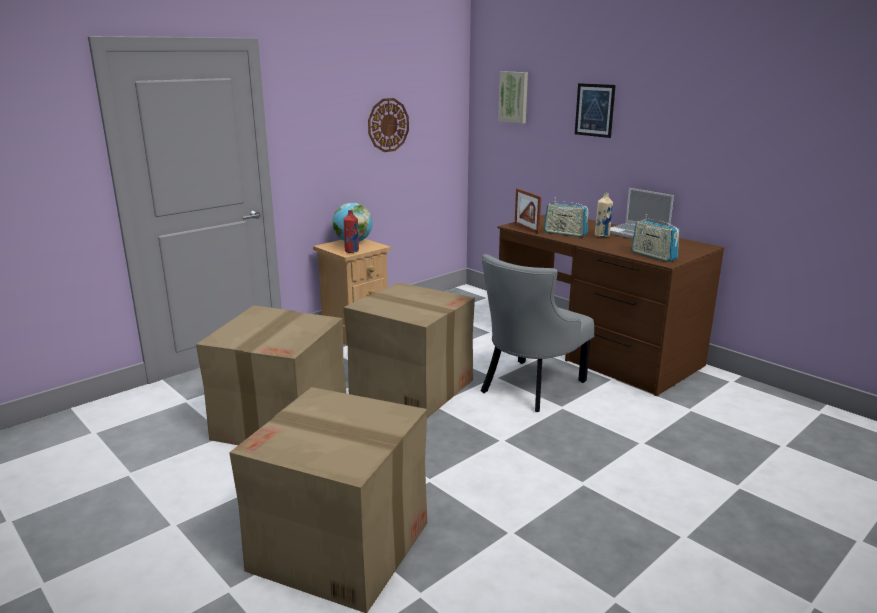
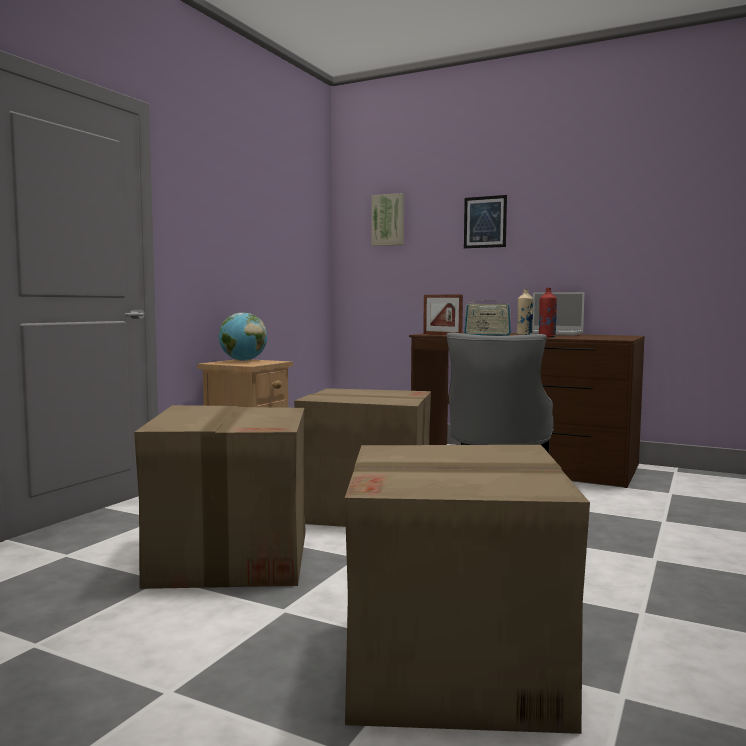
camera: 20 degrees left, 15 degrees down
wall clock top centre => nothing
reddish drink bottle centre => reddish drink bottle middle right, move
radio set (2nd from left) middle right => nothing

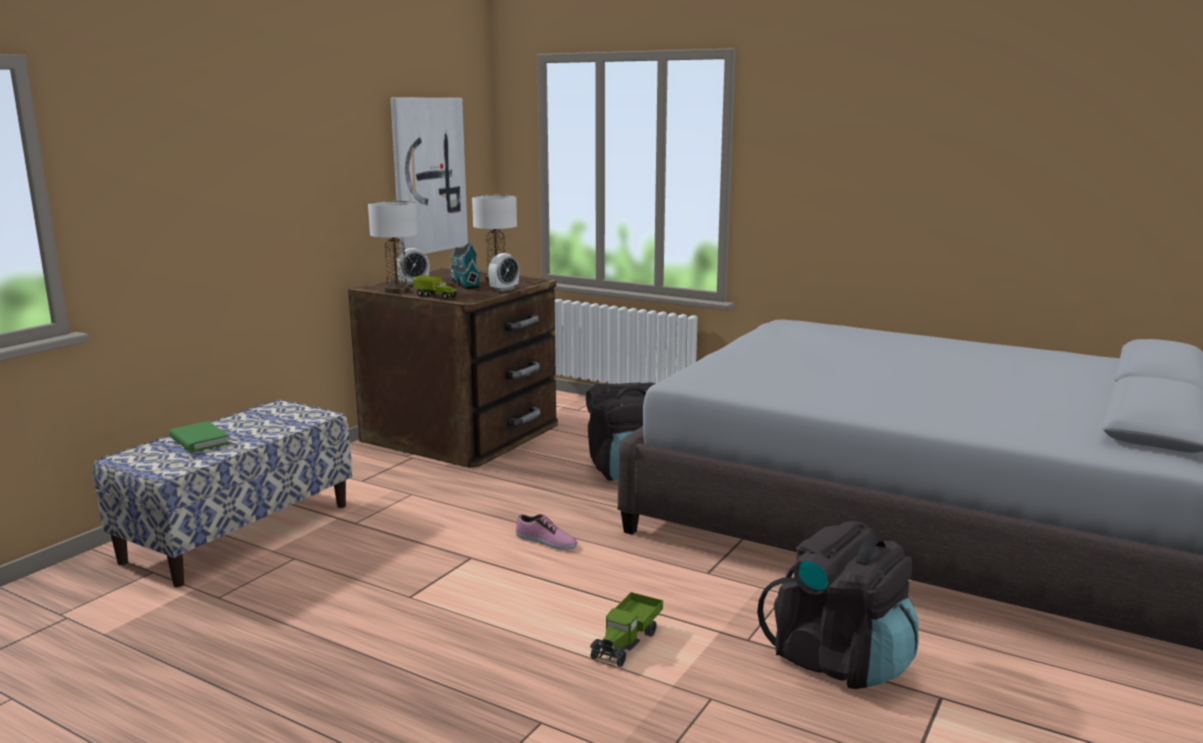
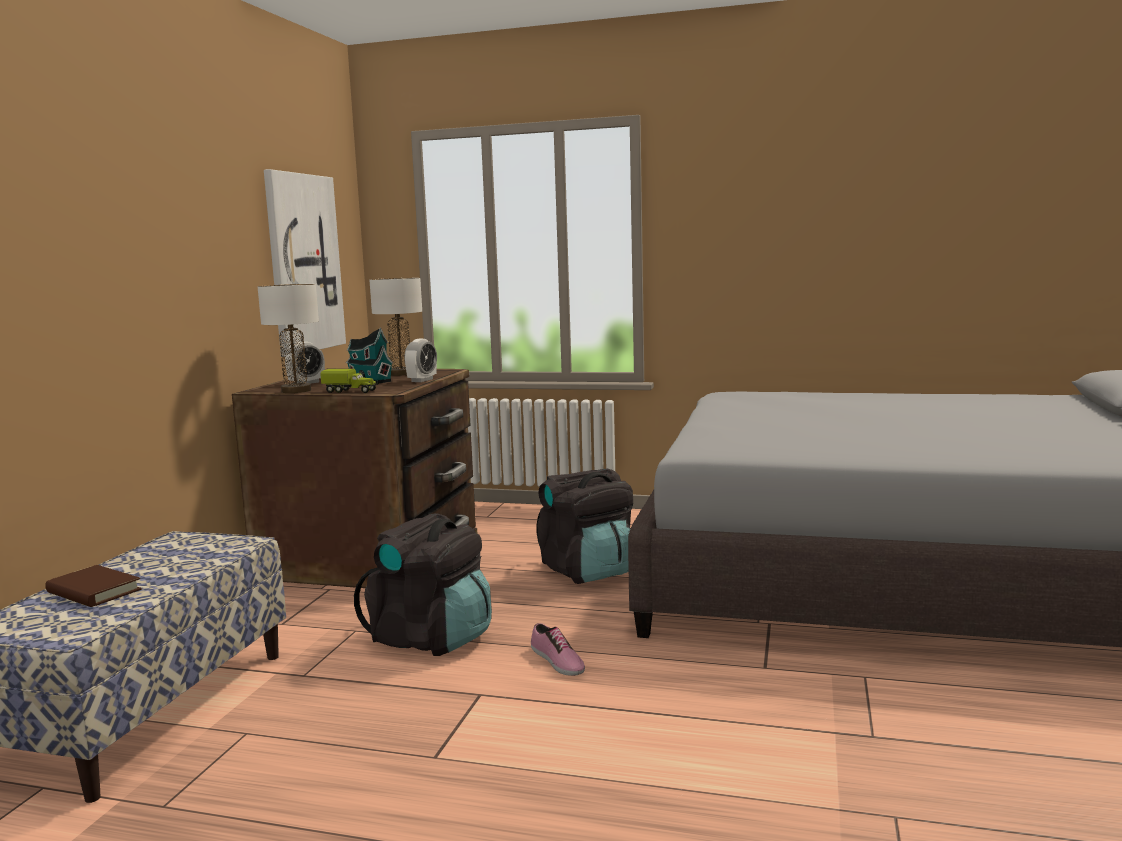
camera: 15 degrees left, 5 degrees down
green book middle left => brown-coloured book bottom left
item of footwear bottom centre, 45 degrees clockwise
blackish knapsack (2nd from left in the first image) bottom right => blackish knapsack (1st from left) bottom centre, move
model truck (2nd from left) bottom centre => nothing

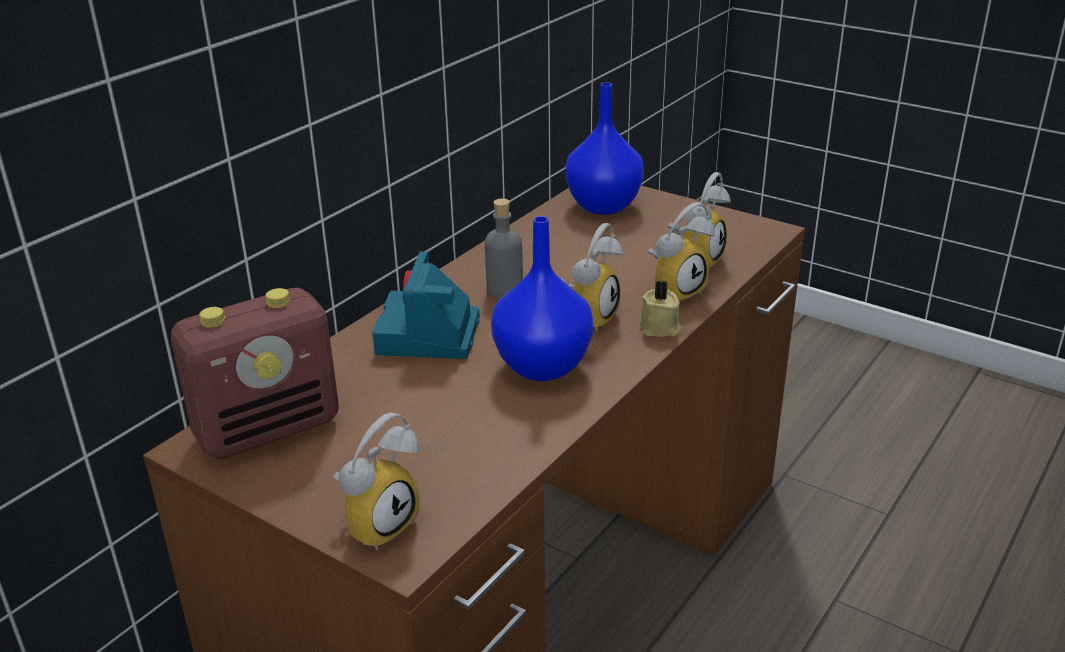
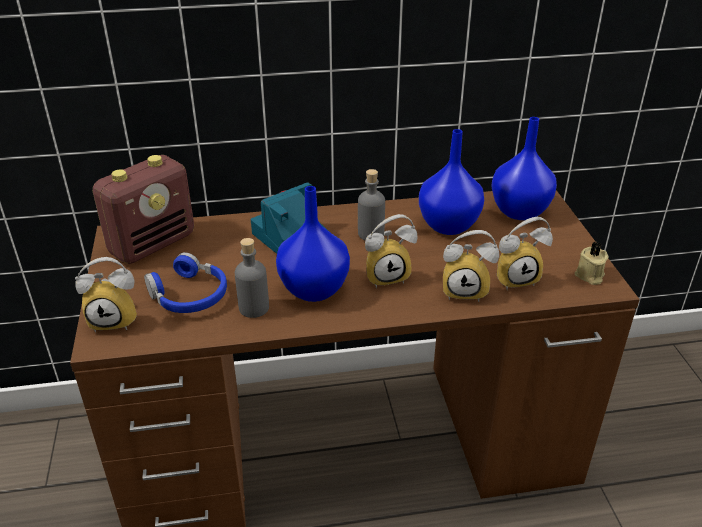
camera: 45 degrees right, 5 degrees up
sand-coloured wax candle centre => sand-coloured wax candle middle right, move
radio set middle left, 60 degrees counterclockwise
nothing => blue decorative vase (2nd from left) centre
nothing => greyish drink bottle (1st from left) centre
nothing => blue pair of headphones middle left

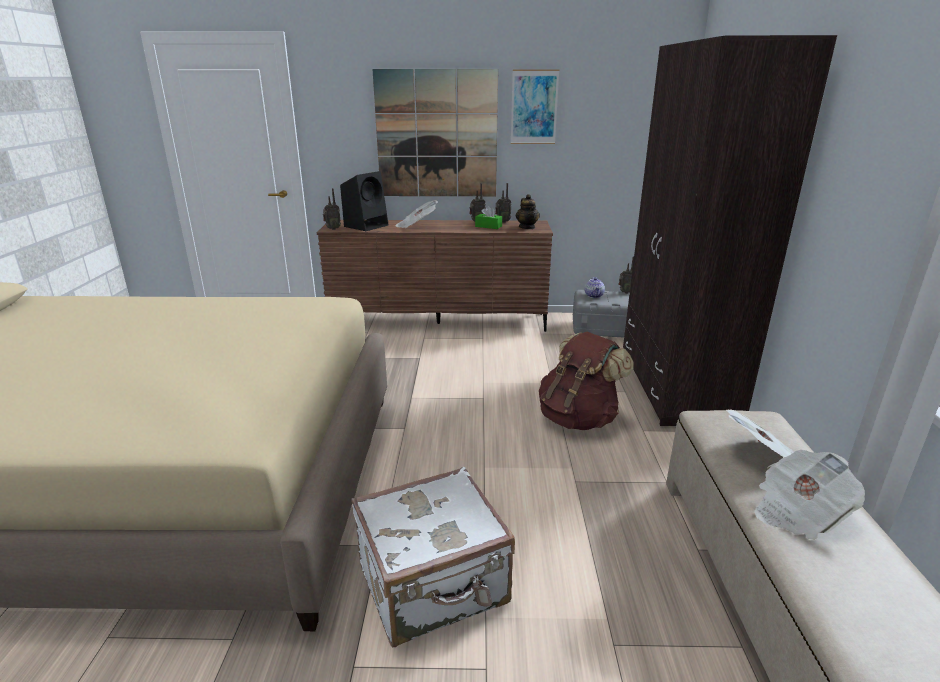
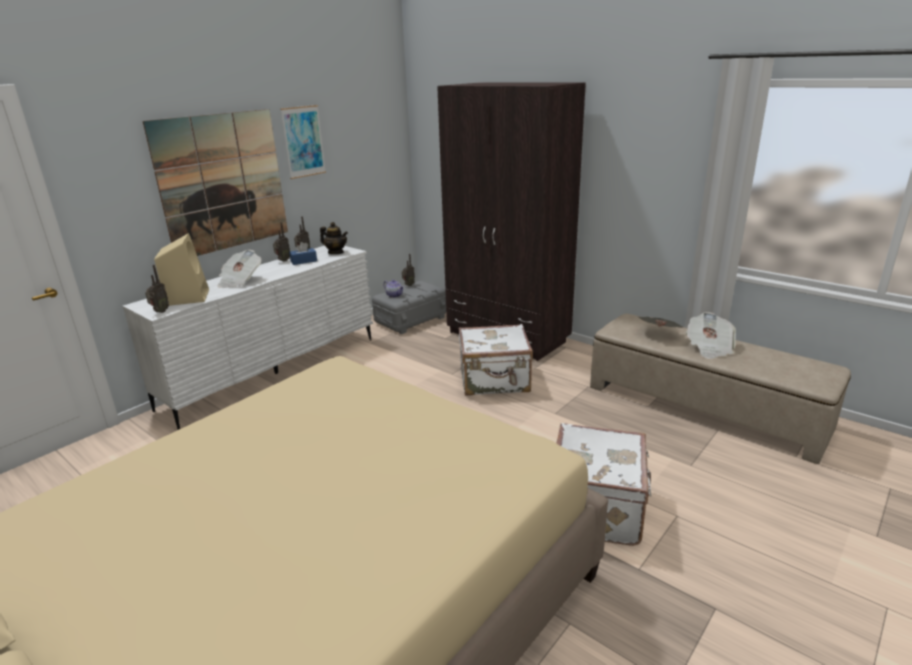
camera: 50 degrees left, 0 degrees up
blackish audio speaker top centre => sand-coloured audio speaker middle left
green tissue holder top centre => blue tissue holder middle left
brown-coloured chest of drawers centre => whitish chest of drawers middle left
brown-coloured knapsack centre => whitish suitcase (1st from left) centre

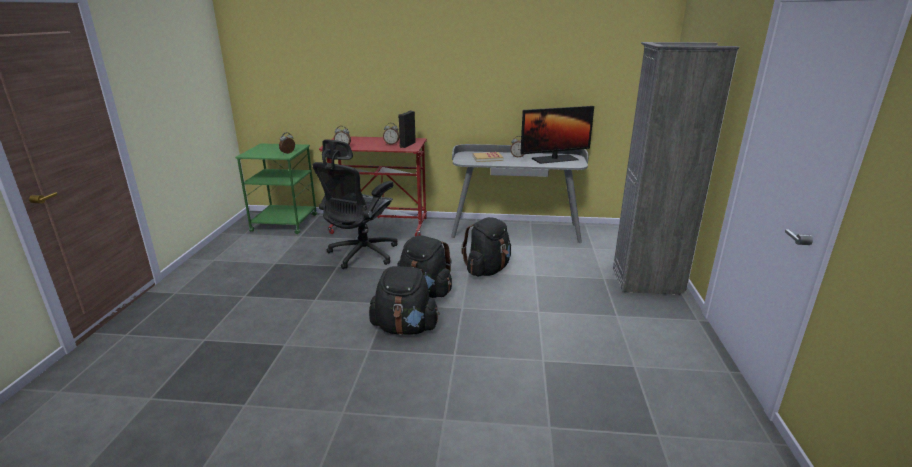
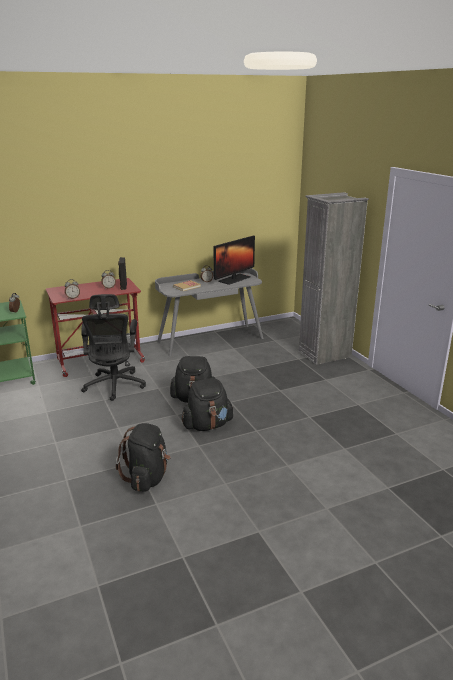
camera: 30 degrees left, 0 degrees up
blackish knapsack (3rd from left in the first image) centre => blackish knapsack (1st from left) bottom left, move

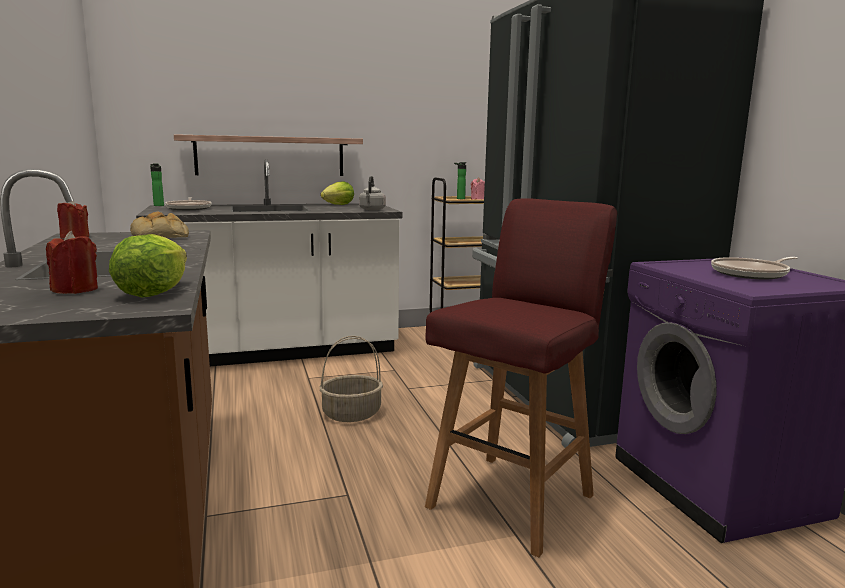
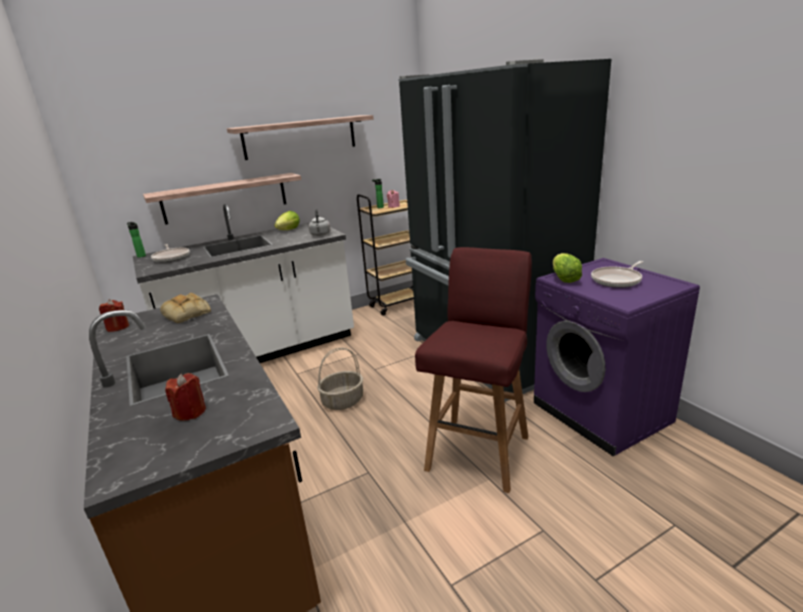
camera: 10 degrees left, 10 degrees up
lettuce head (1st from left in the first image) middle left => lettuce head (2nd from left) middle right, move
nothing => bracket shelf (2nd from left) top centre

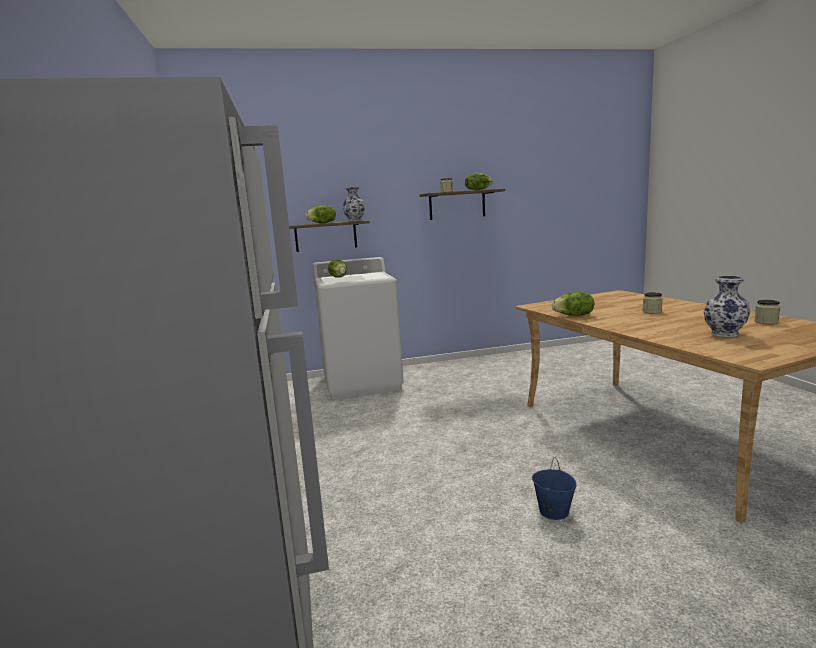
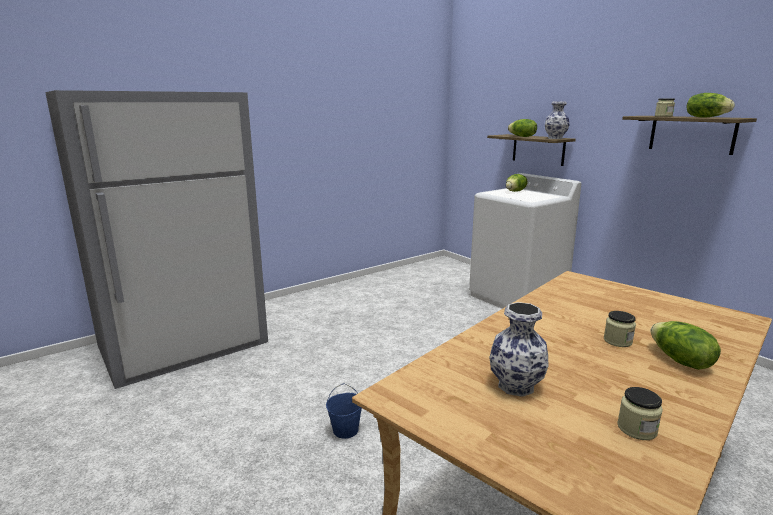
camera: 65 degrees right, 5 degrees up
lettuce head (4th from left in the first image) middle right => lettuce head (3rd from left) bottom right, move

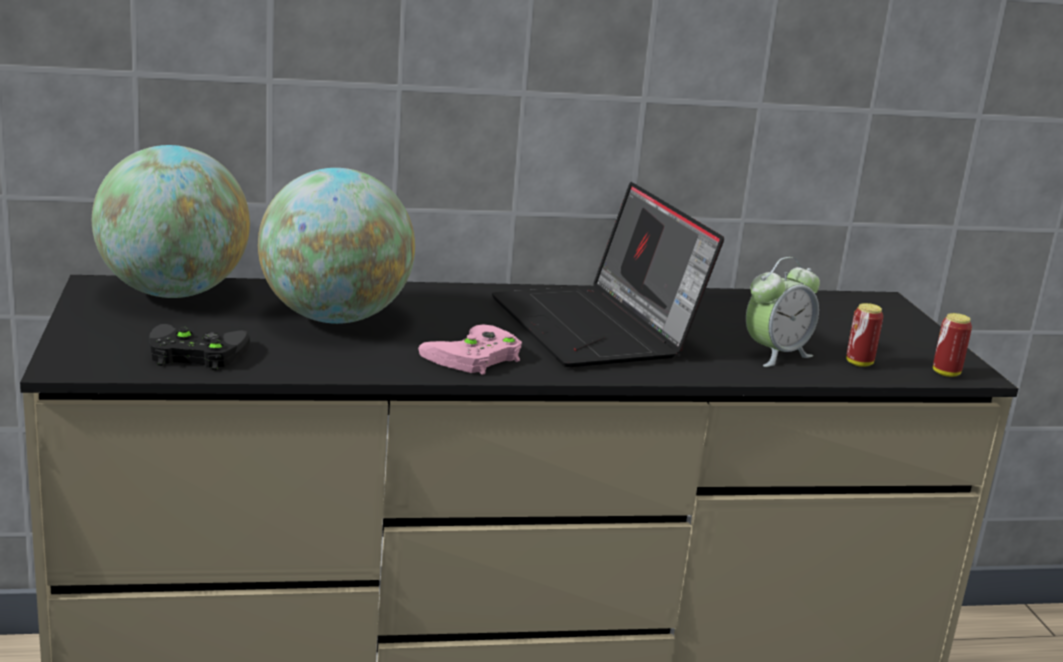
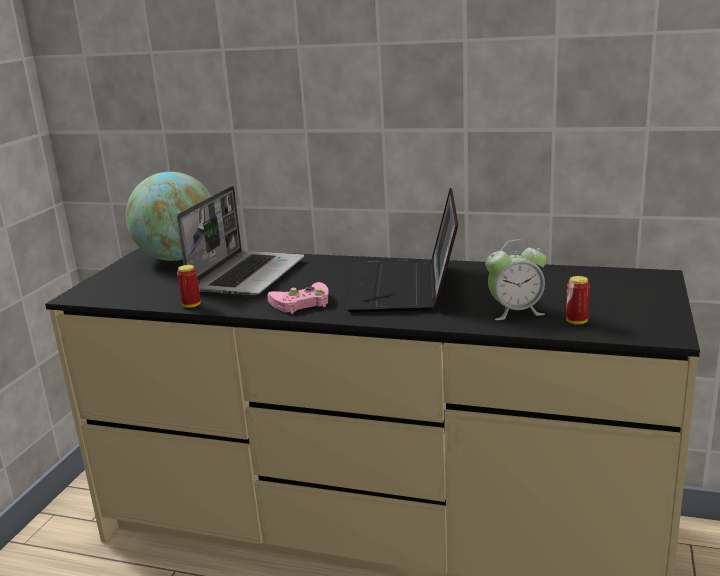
camera: 30 degrees right, 0 degrees up
globe (2nd from left) middle left => notebook computer (1st from left) centre
sealed can (2nd from left in the first image) middle right => sealed can (1st from left) middle left, move
blackish gamepad middle left => nothing

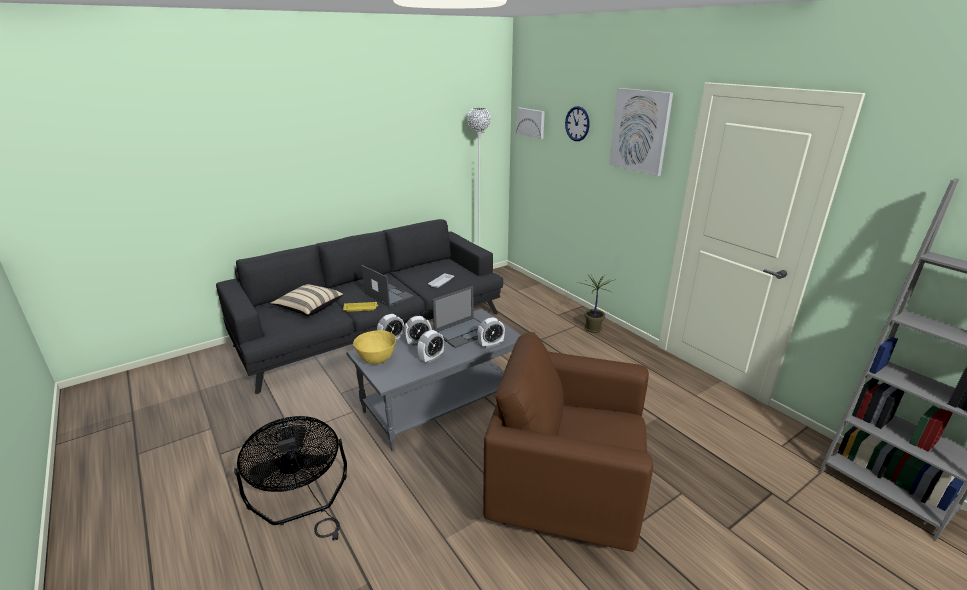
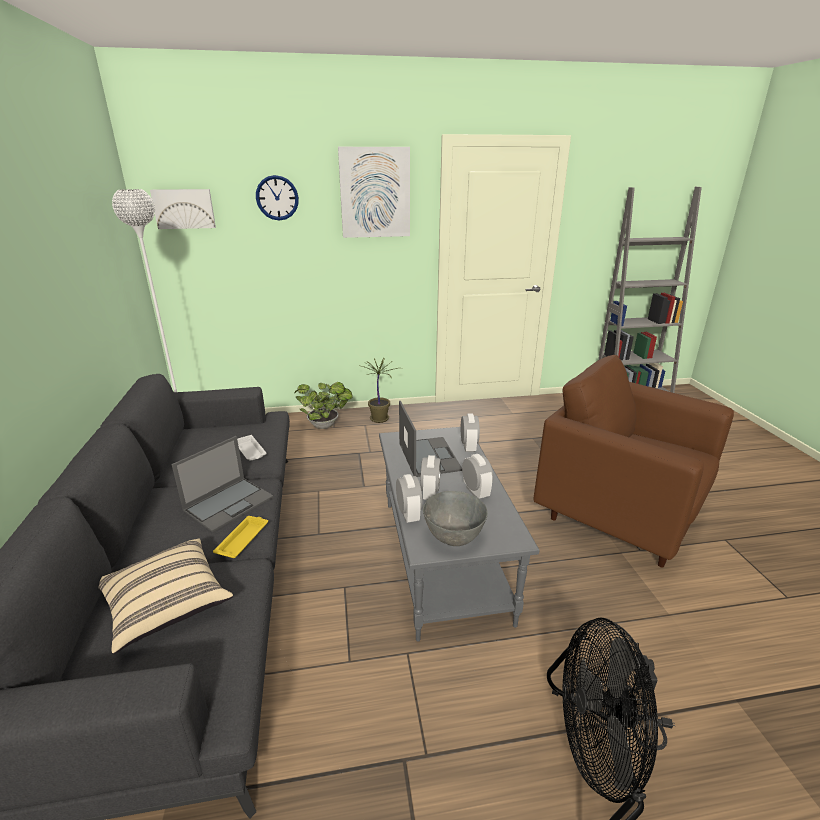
camera: 65 degrees left, 0 degrees up
notebook computer (1st from left) centre => notebook computer (1st from left) middle left, 150 degrees clockwise
yellowish serving bowl centre => greyish serving bowl centre
brown-coloured armchair bottom centre => brown-coloured armchair middle right, 90 degrees clockwise
nothing => houseplant (1st from left) centre

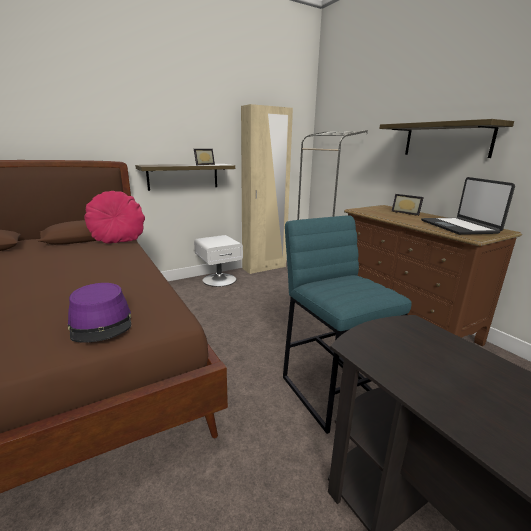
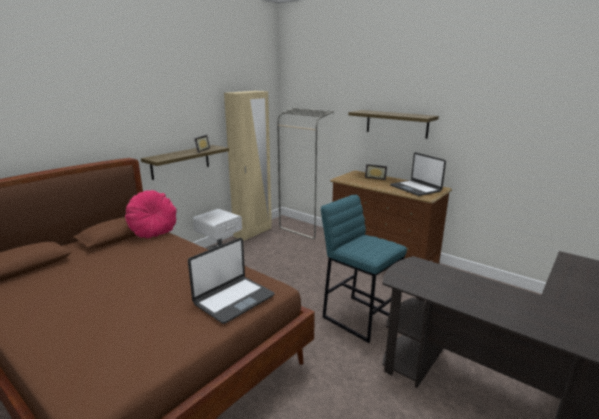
camera: 20 degrees left, 0 degrees up
purple-coloured wearable hat middle left => notebook computer (1st from left) bottom centre

